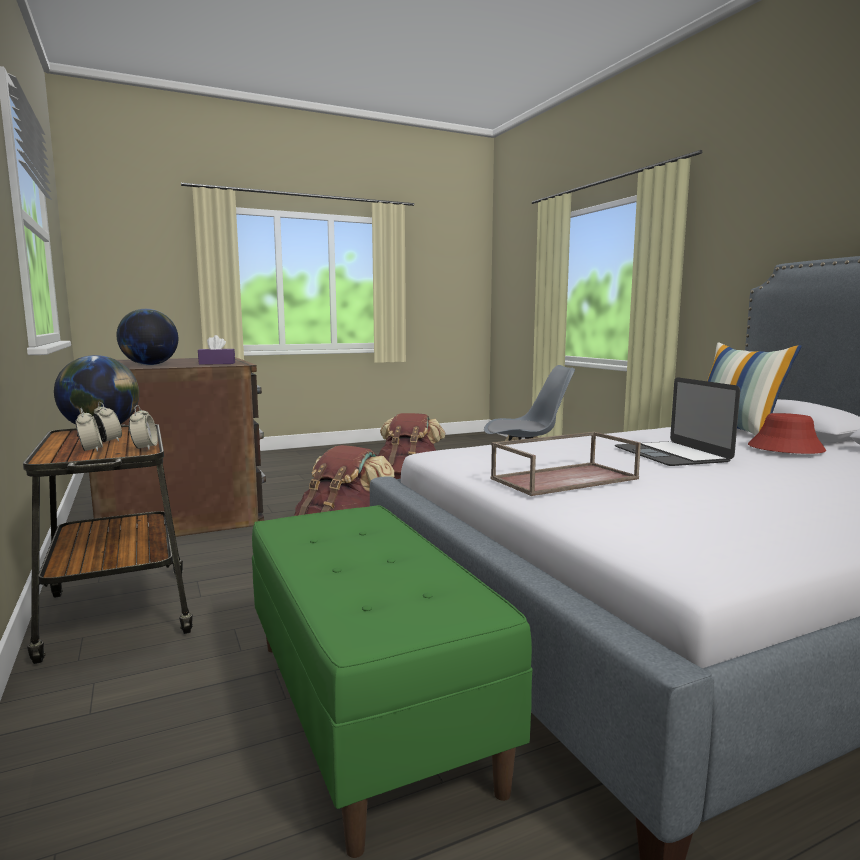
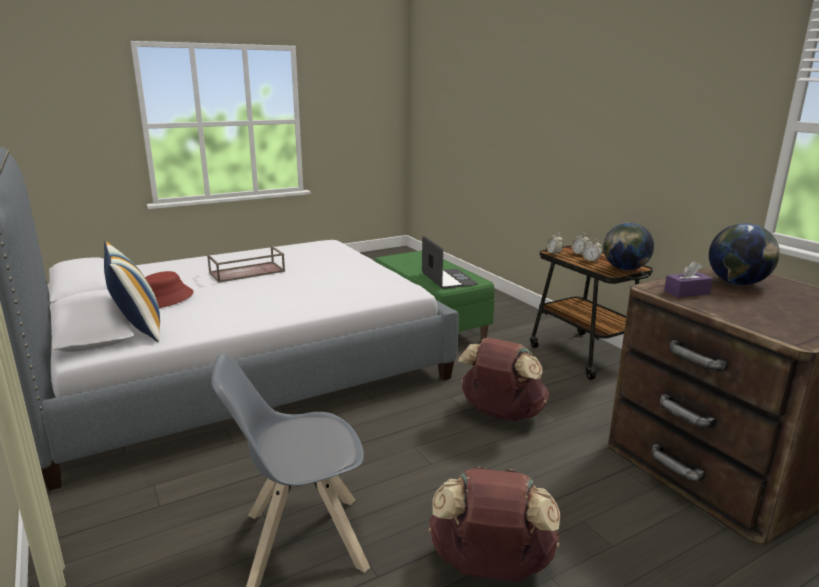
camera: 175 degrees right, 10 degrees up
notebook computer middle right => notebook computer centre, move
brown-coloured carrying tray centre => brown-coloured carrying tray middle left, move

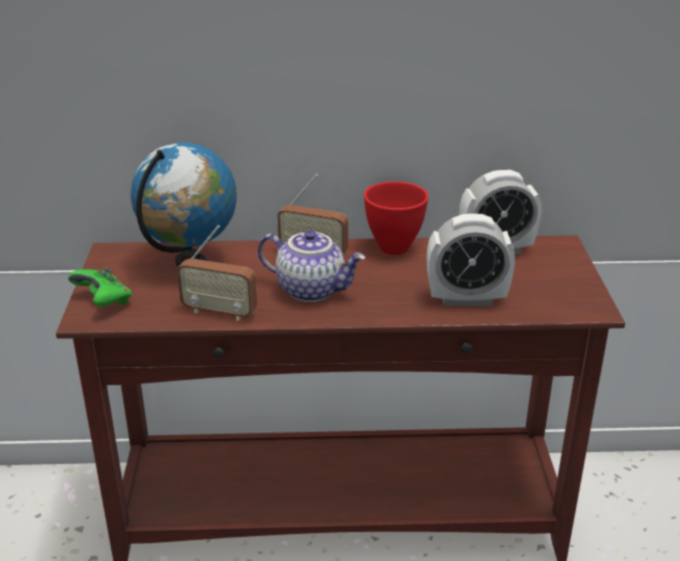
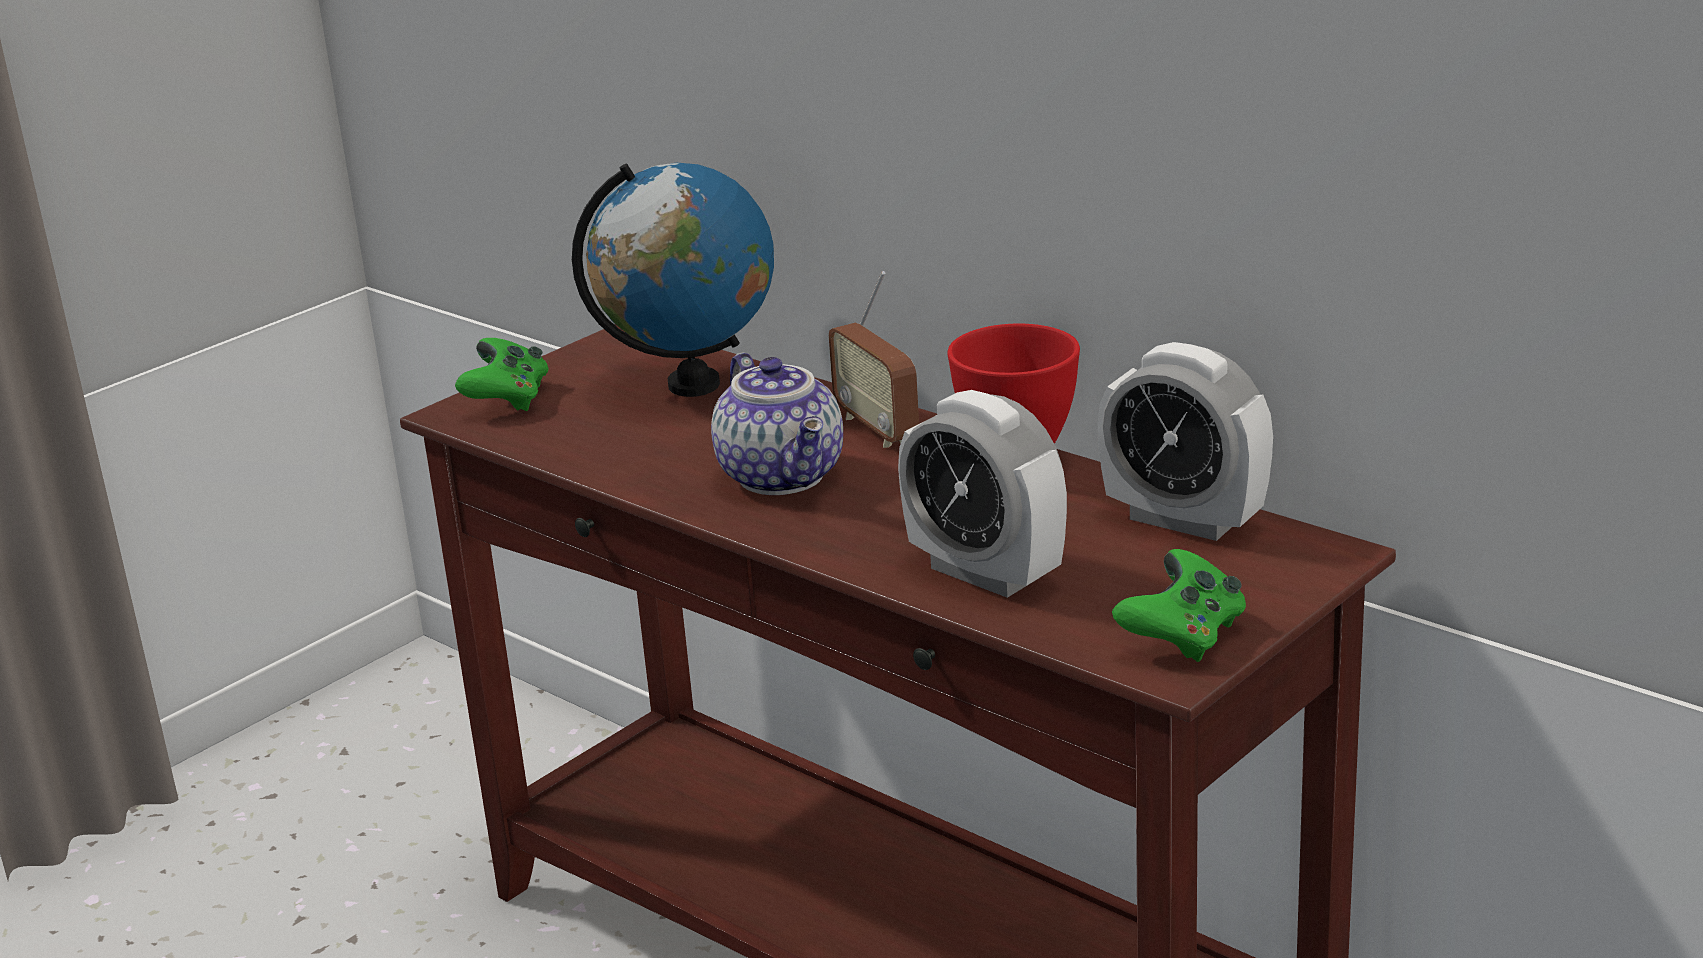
camera: 45 degrees right, 5 degrees down
radio set (1st from left) middle left => nothing
nothing => green gamepad (2nd from left) middle right

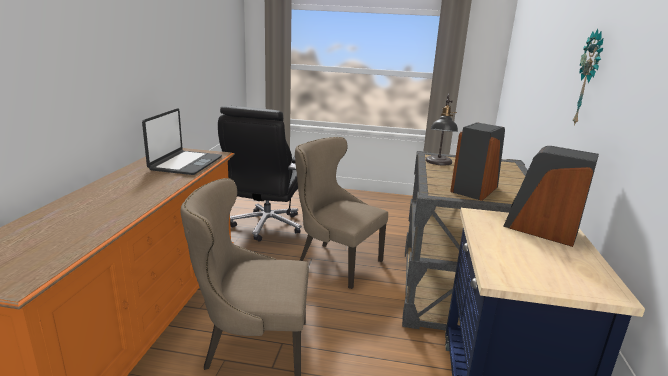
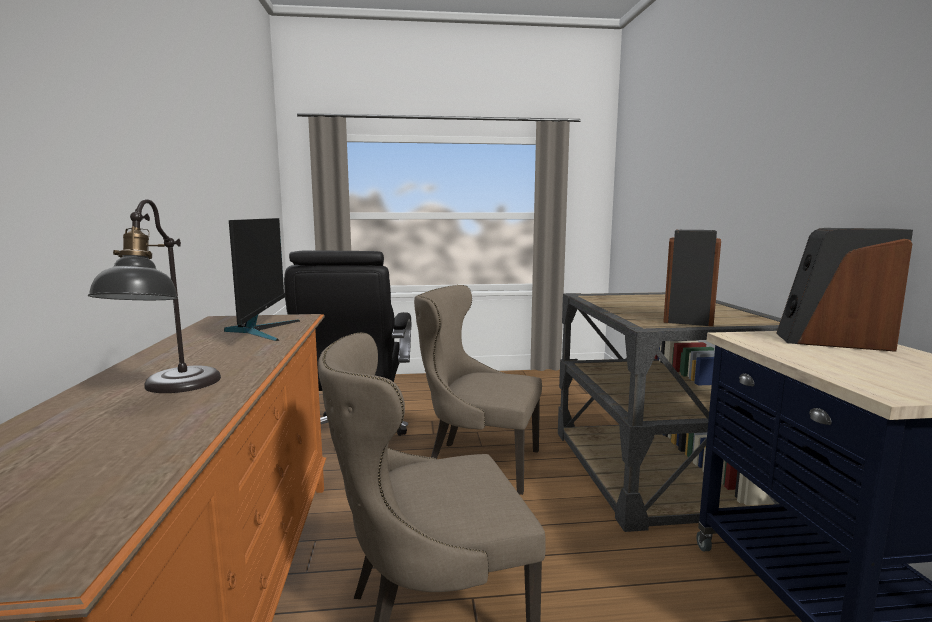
camera: 15 degrees left, 10 degrees down
wall clock top right => nothing
greyish tabletop lamp centre => greyish tabletop lamp middle left, move
notebook computer middle left => computer display middle left

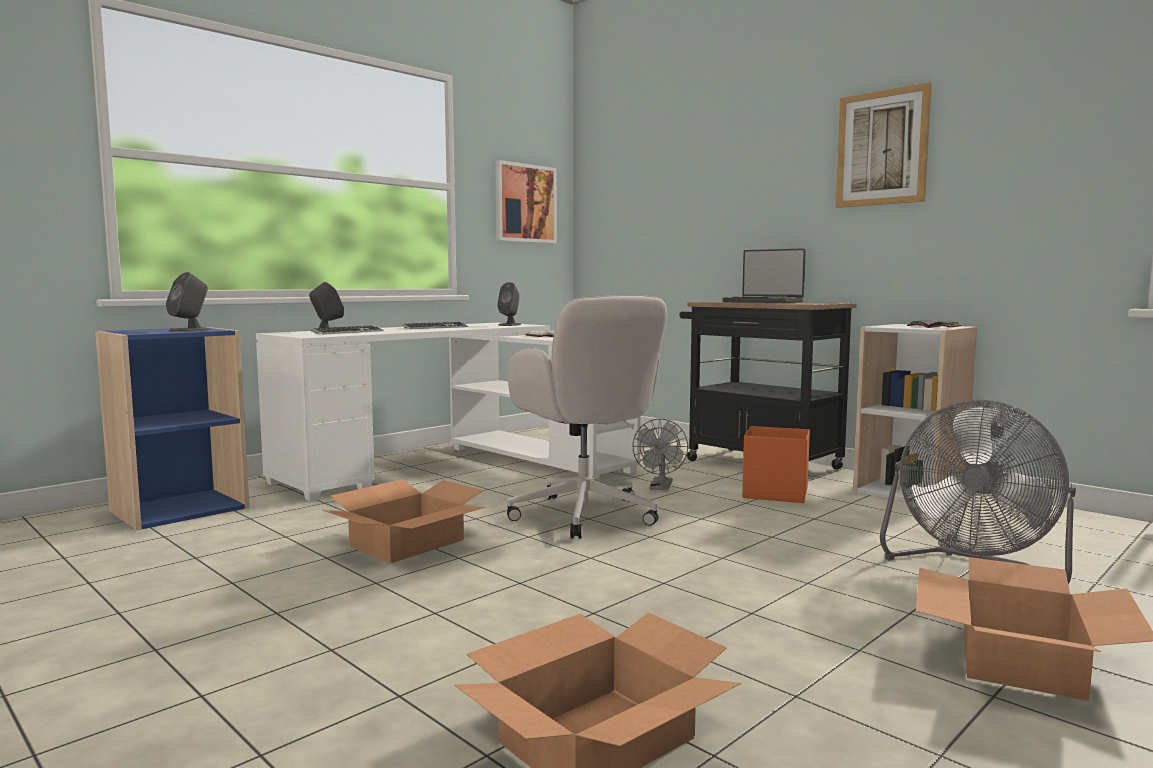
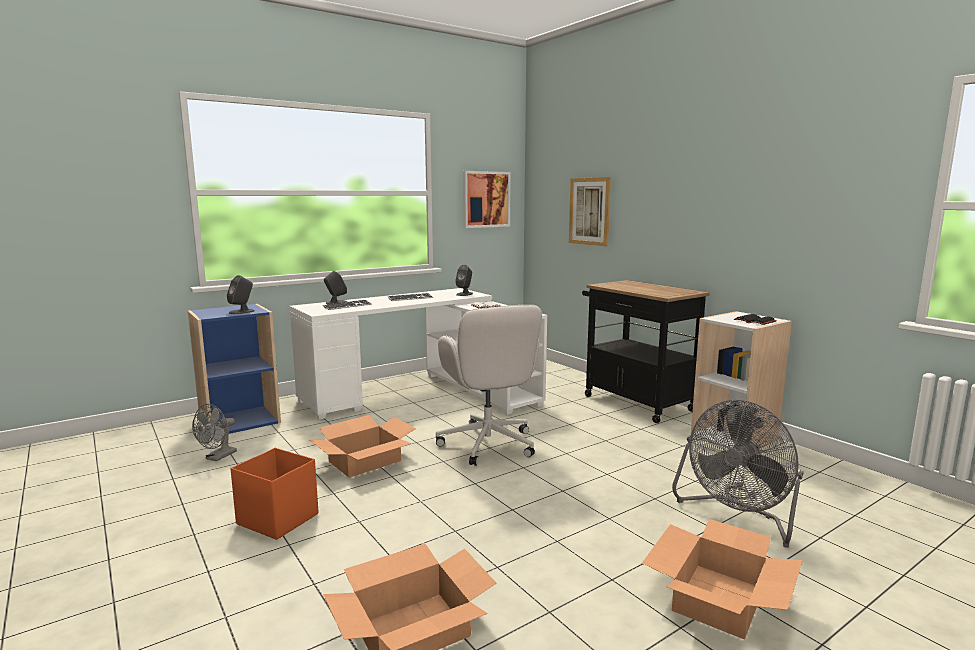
camera: 10 degrees right, 5 degrees up
picture (2nd from left) top right => picture (2nd from left) top centre, move
notebook computer centre => nothing
greyish electric fan (1st from left) centre => greyish electric fan (1st from left) middle left, move
orangey storage container middle right => orangey storage container bottom left, move

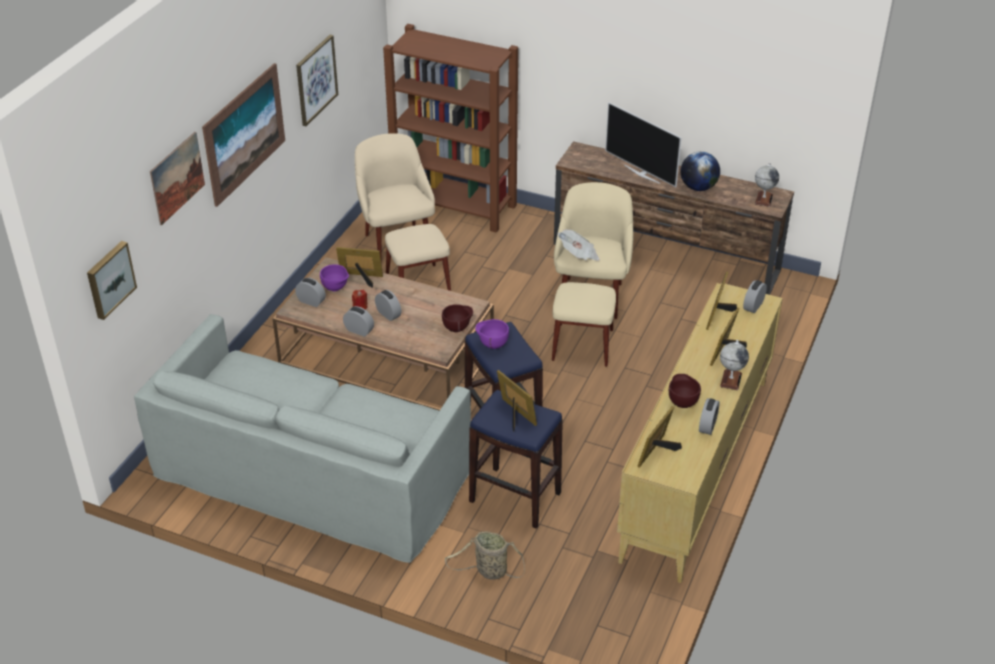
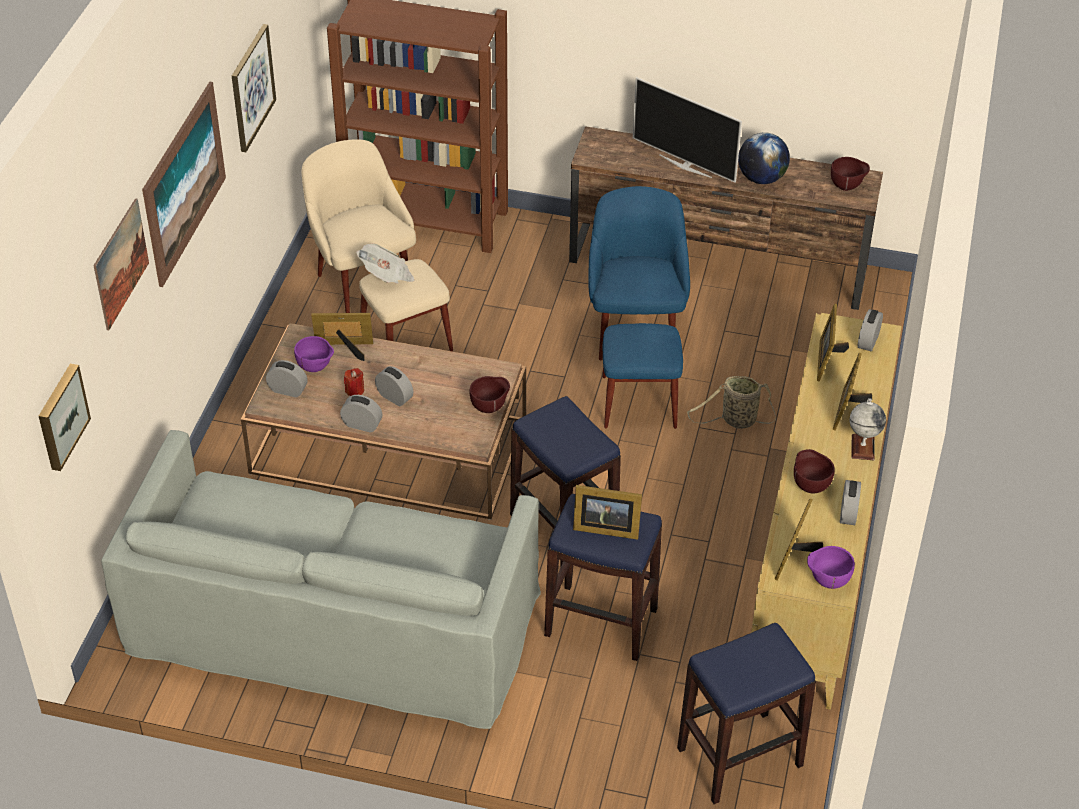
camera: 10 degrees left, 5 degrees up
globe (3rd from left) top right => brown-coloured serving bowl (3rd from left) top right
sand-coloured armchair (2nd from left) centre => blue armchair centre
printed paper centre => printed paper top centre, move
purple-coloured serving bowl (2nd from left) centre => purple-coloured serving bowl (2nd from left) bottom right, move
standing frame (2nd from left) centre, 150 degrees clockwise
storage basket bottom centre => storage basket middle right, move
nothing => stool seat (3rd from left) bottom right

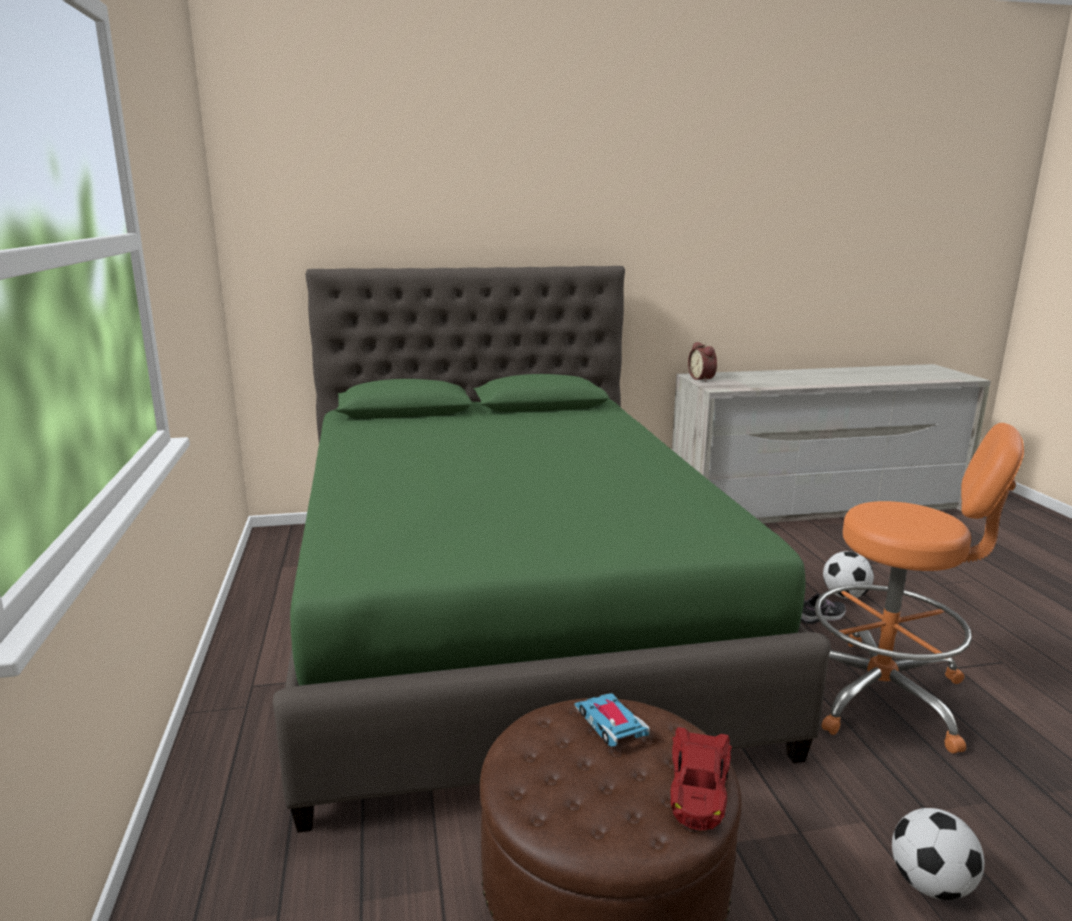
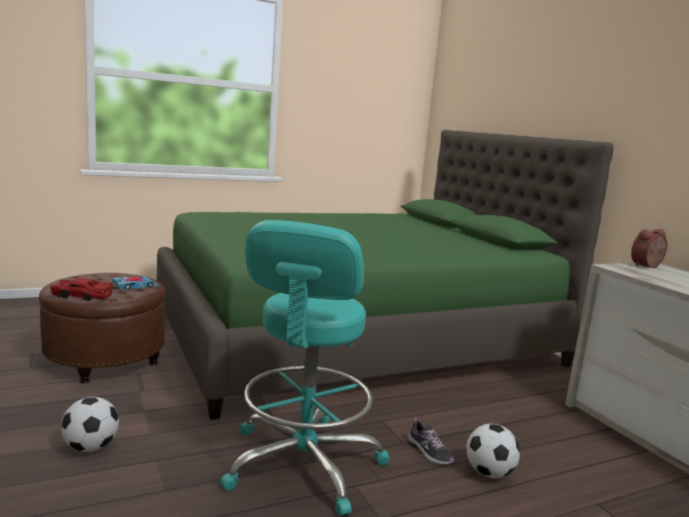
camera: 75 degrees right, 5 degrees down
orangey stool seat middle right => blue-green stool seat bottom centre

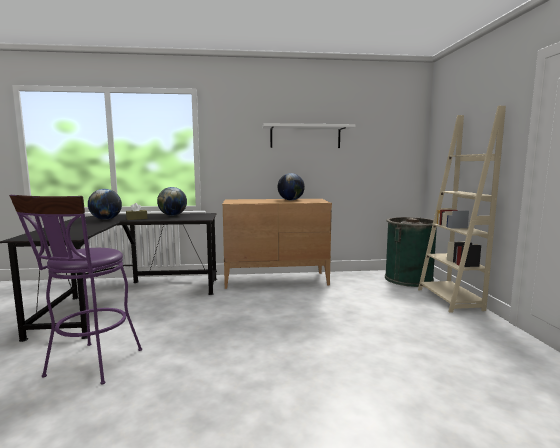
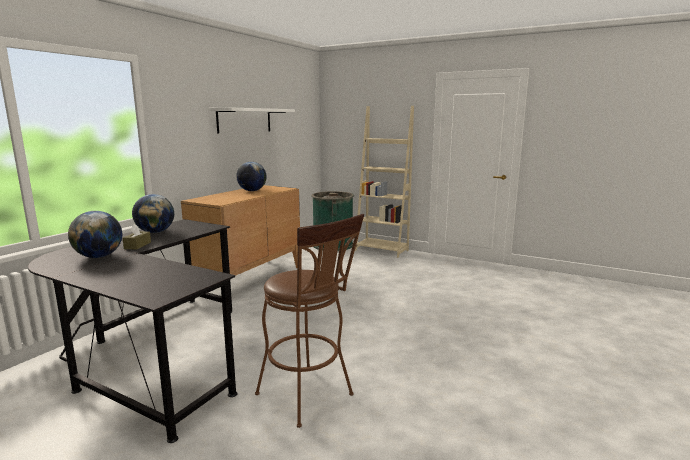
camera: 55 degrees left, 5 degrees up
purple-coloured stool seat middle left => brown-coloured stool seat bottom centre

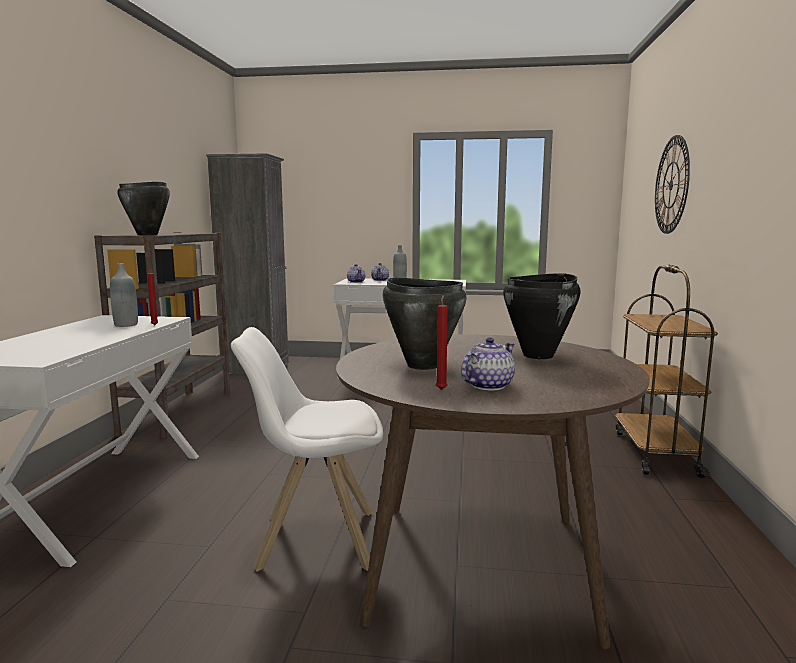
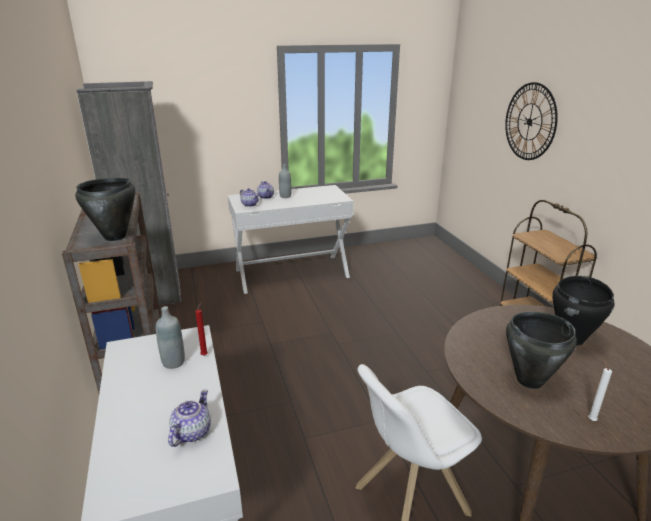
camera: 25 degrees left, 15 degrees up
reddish wax candle (2nd from left) centre => whitish wax candle bottom right
teapot (3rd from left in the first image) centre => teapot (1st from left) bottom left, move

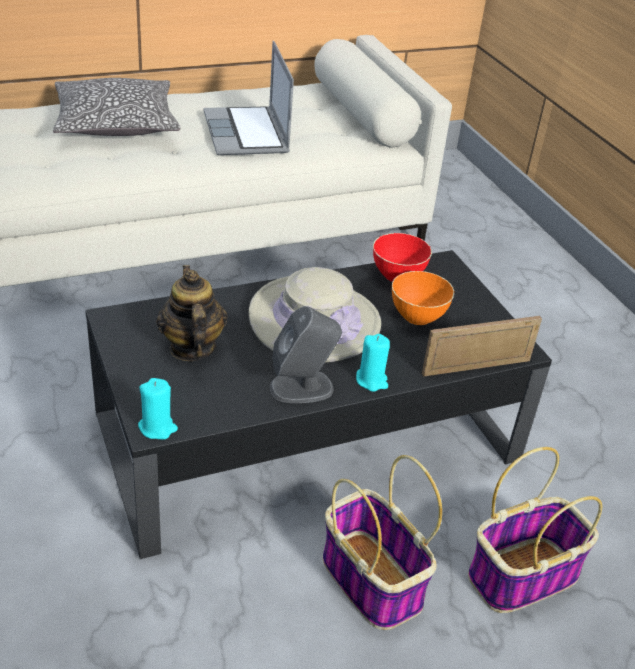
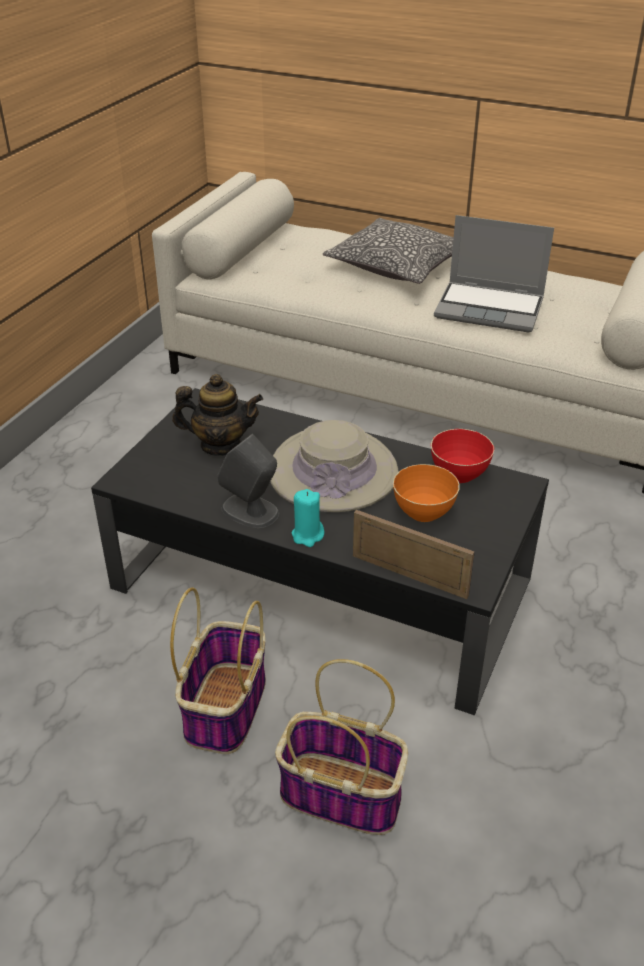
camera: 50 degrees right, 0 degrees up
notebook computer top centre => notebook computer top right, 105 degrees counterclockwise
teapot middle left => teapot centre, 60 degrees clockwise
blue-green wax candle (1st from left) middle left => nothing

